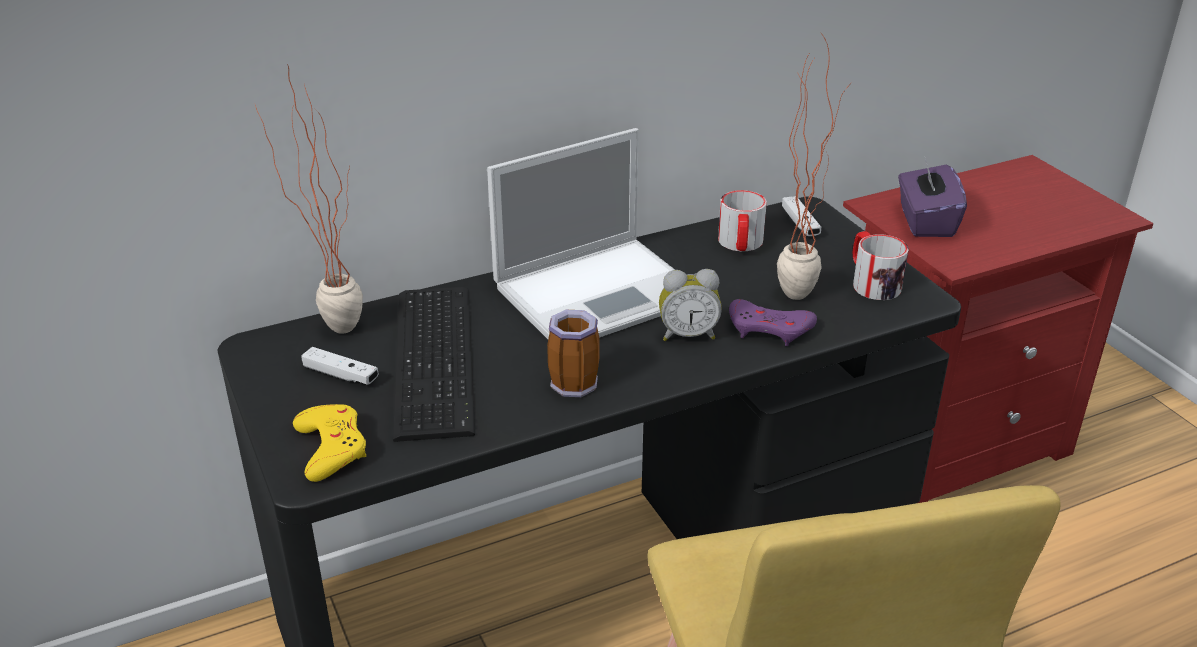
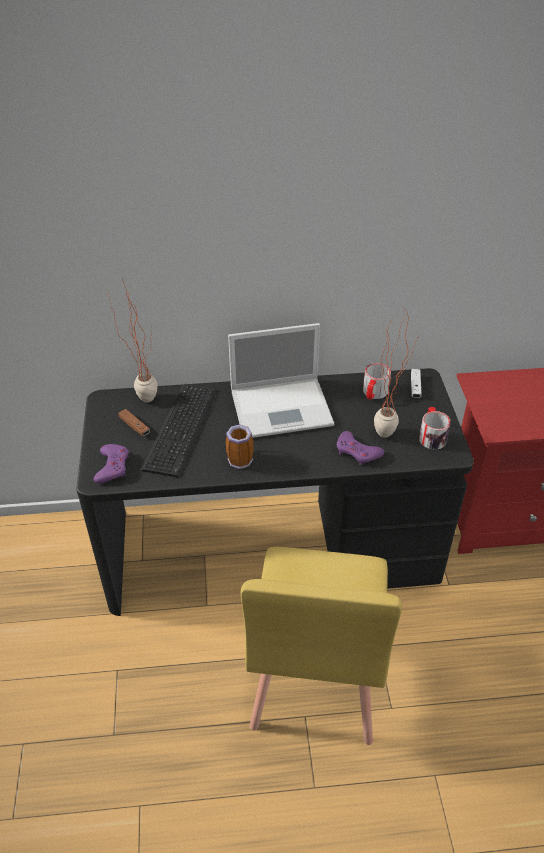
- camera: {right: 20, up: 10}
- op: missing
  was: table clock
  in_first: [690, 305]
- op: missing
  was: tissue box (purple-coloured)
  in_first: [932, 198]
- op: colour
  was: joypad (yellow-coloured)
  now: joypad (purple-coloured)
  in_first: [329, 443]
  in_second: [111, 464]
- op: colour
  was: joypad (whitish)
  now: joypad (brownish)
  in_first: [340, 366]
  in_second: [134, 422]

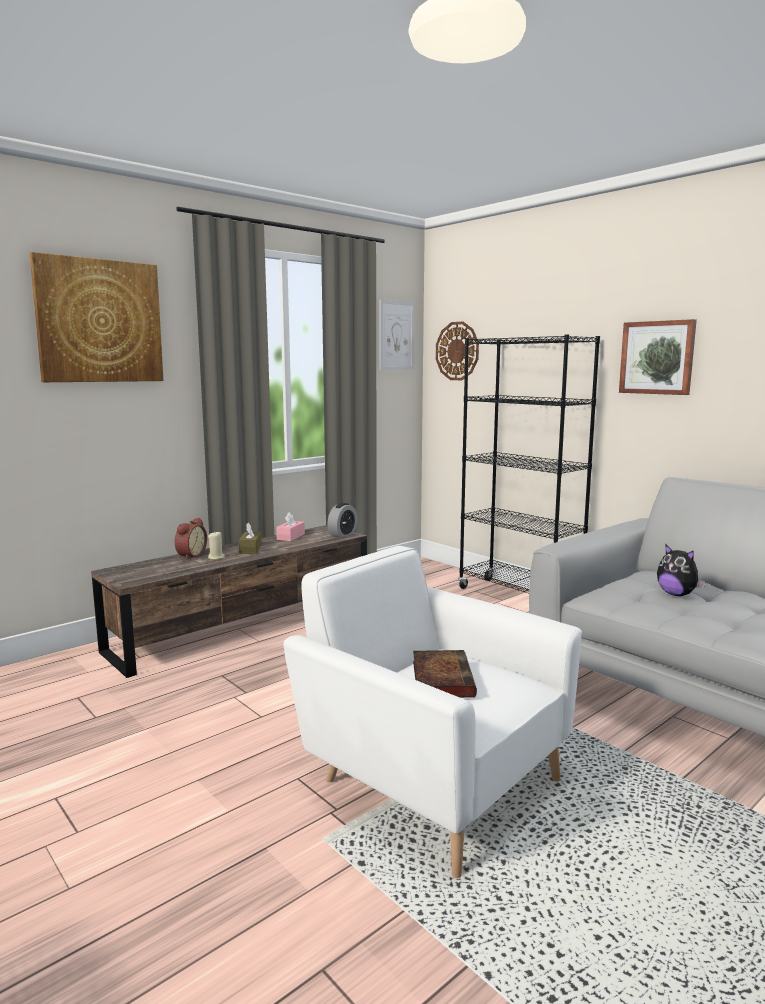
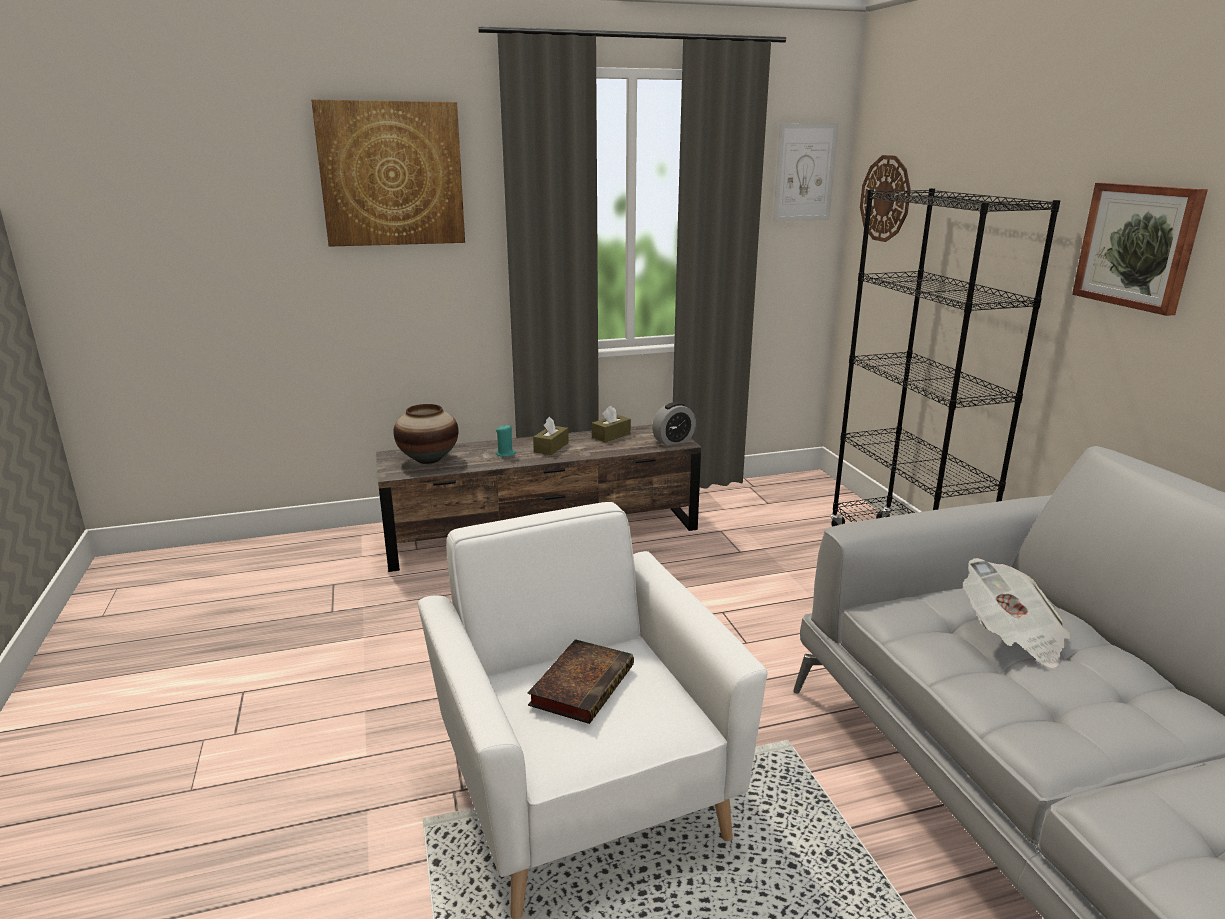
- camera: {right: 25, up: 10}
- op: missing
  was: table clock
  in_first: [190, 539]
- op: appeared
  now: flower vase
  in_second: [426, 434]
- op: exchanged
  was: soft toy
  now: daily paper
  in_first: [681, 570]
  in_second: [1017, 613]
- op: colour
  was: candle (sand-coloured)
  now: candle (turquoise-coloured)
  in_first: [216, 545]
  in_second: [506, 441]
- op: colour
  was: tissue box (pinkish)
  now: tissue box (brownish)
  in_first: [290, 526]
  in_second: [611, 424]

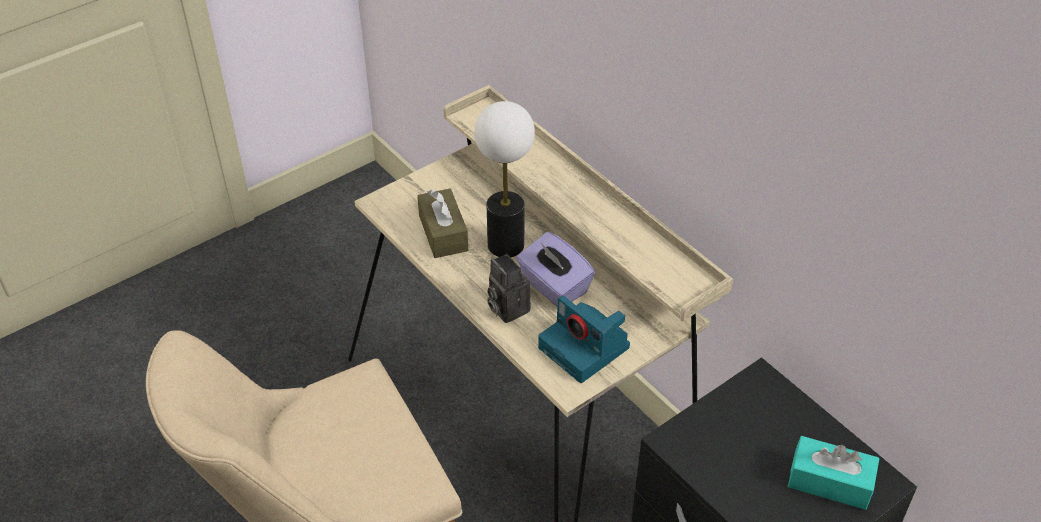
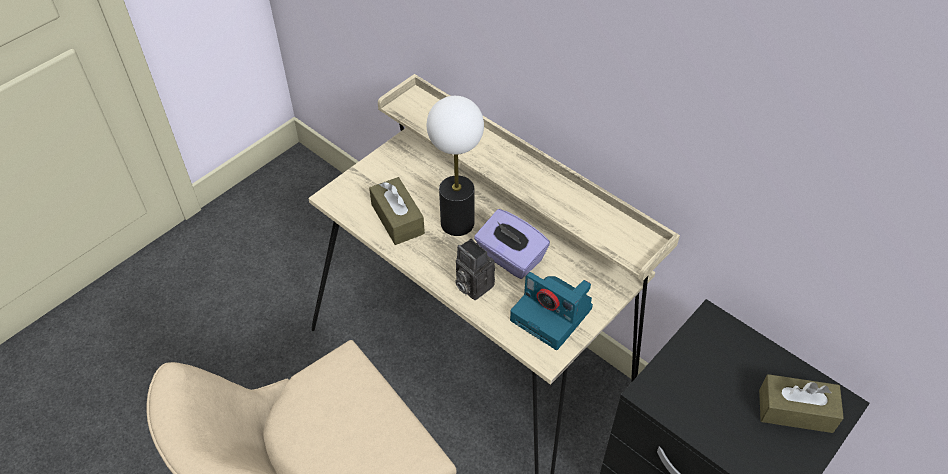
- camera: {right: -10, up: 5}
- op: colour
  was: tissue box (turquoise-coloured)
  now: tissue box (brownish)
  in_first: [834, 473]
  in_second: [801, 403]

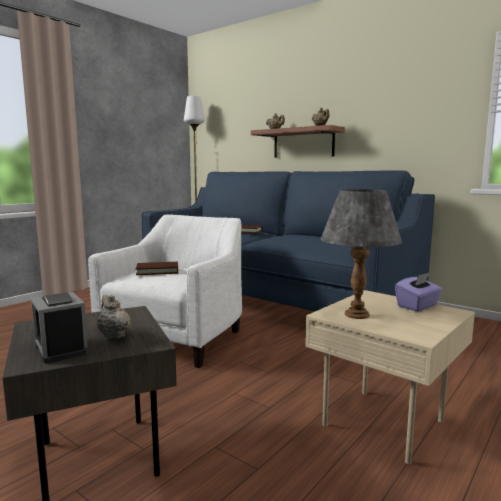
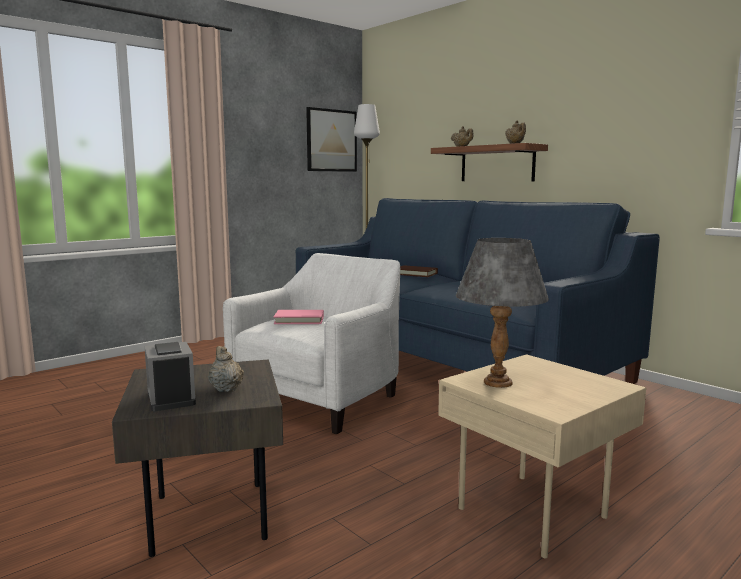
- camera: {right: 10, up: 0}
- op: missing
  was: tissue box (purple-coloured)
  in_first: [419, 292]
- op: appeared
  now: wall art
  in_second: [331, 139]
- op: colour
  was: bound book (brownish)
  now: bound book (pinkish)
  in_first: [157, 268]
  in_second: [299, 317]

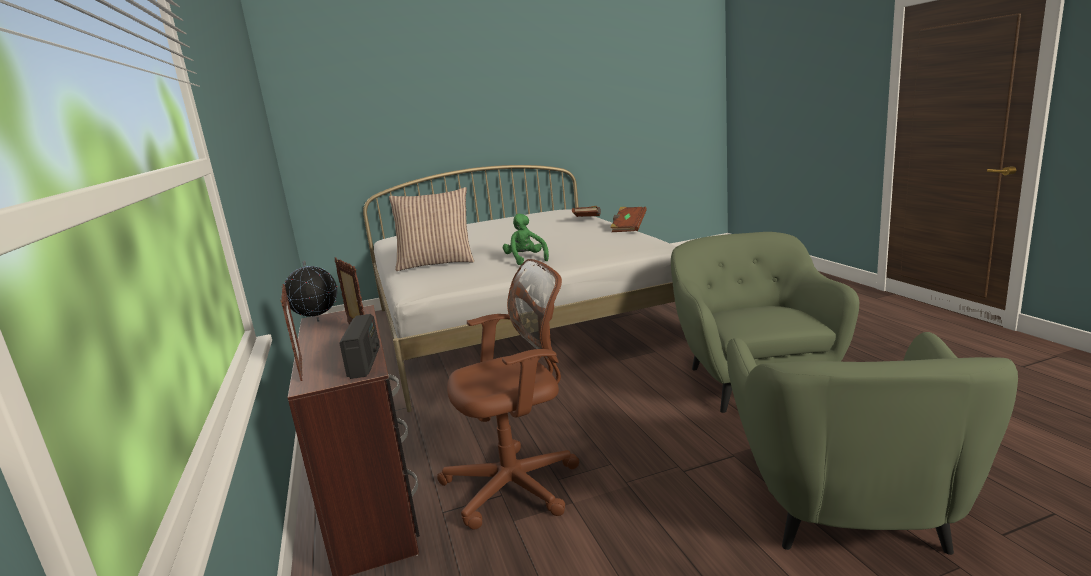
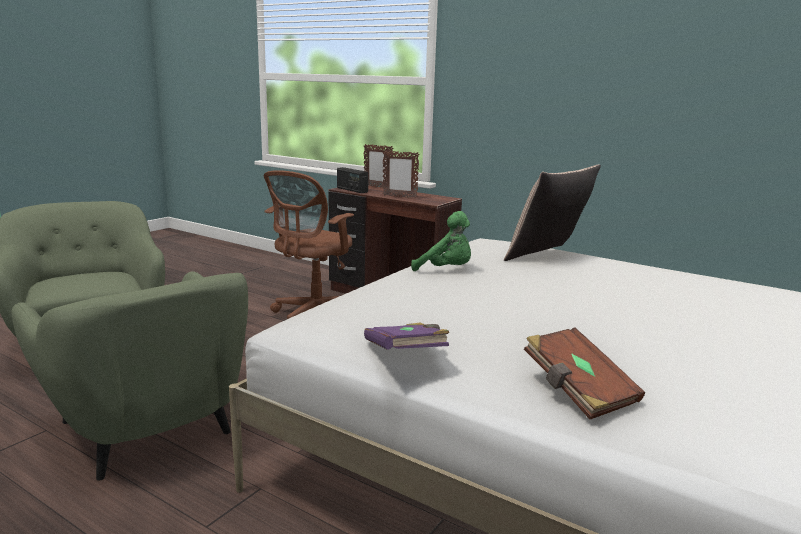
- camera: {right: 140, up: 0}
- op: missing
  was: globe
  in_first: [310, 291]
- op: colour
  was: bound book (brownish)
  now: bound book (purple-coloured)
  in_first: [629, 219]
  in_second: [407, 336]

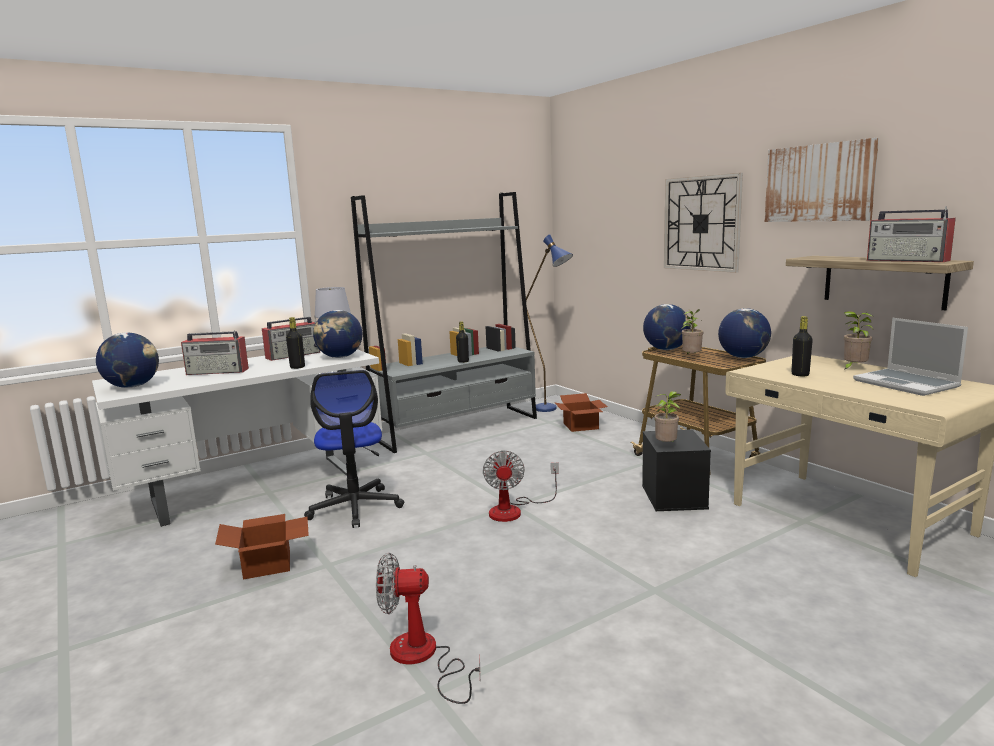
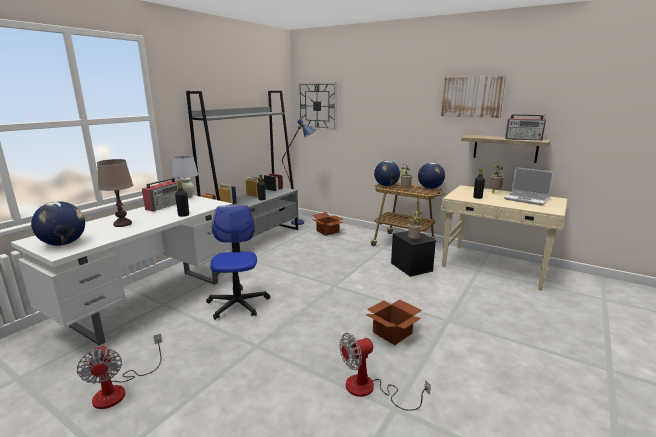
- camera: {right: -25, up: 5}
- op: missing
  was: globe
  in_first: [338, 334]
- op: relocated
  was: carton
  in_first: [262, 547]
  in_second: [393, 322]
- op: relocated
  was: electric fan
  in_first: [521, 486]
  in_second: [119, 371]
- op: relocated
  was: hanging clock
  in_first: [703, 223]
  in_second: [317, 106]
- op: exchanged
  was: radio
  now: tabletop lamp (brownish)
  in_first: [215, 352]
  in_second: [115, 193]
- op: spun
  was: desk chair
  in_first: [354, 449]
  in_second: [238, 262]
  clockwise: -150

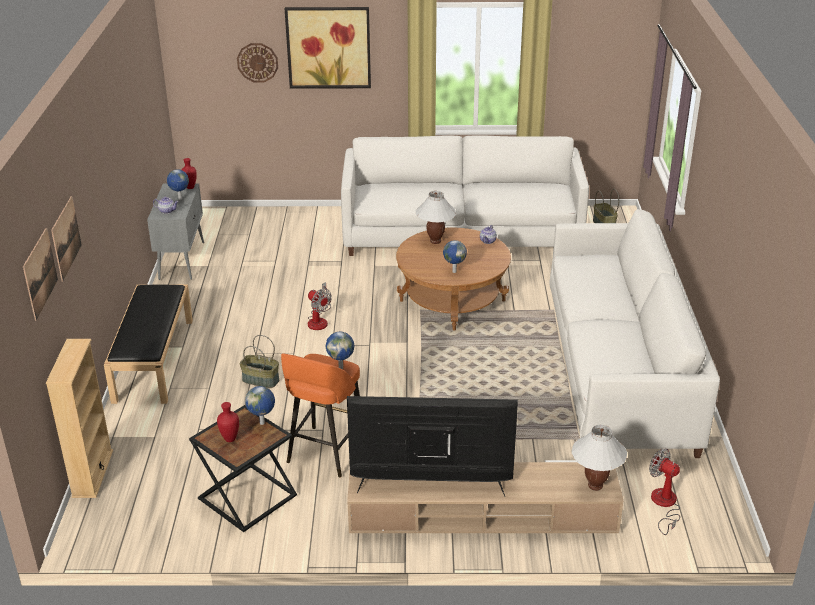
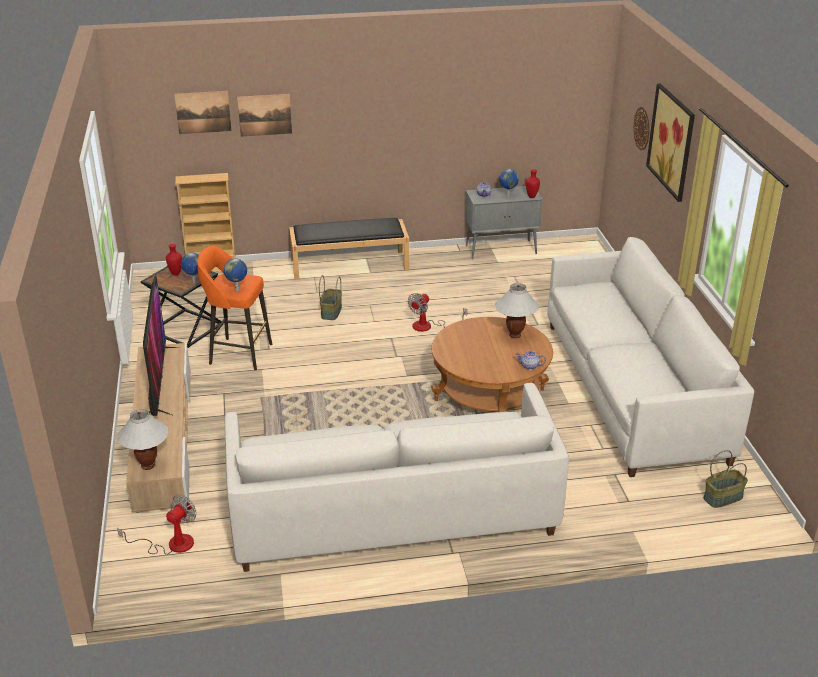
- camera: {right: 80, up: 0}
- op: missing
  was: globe
  in_first: [455, 256]

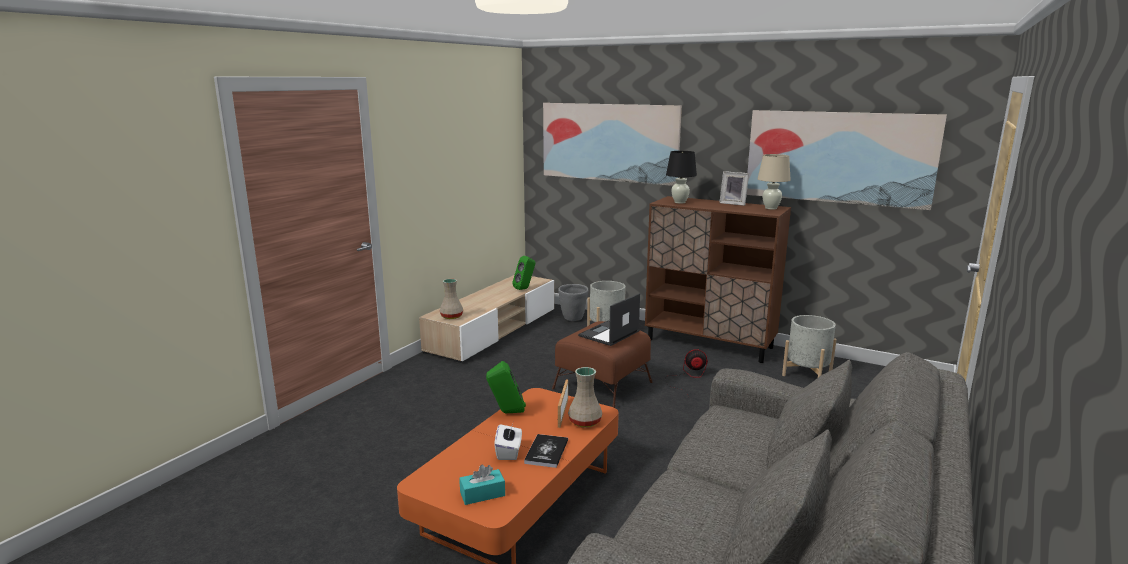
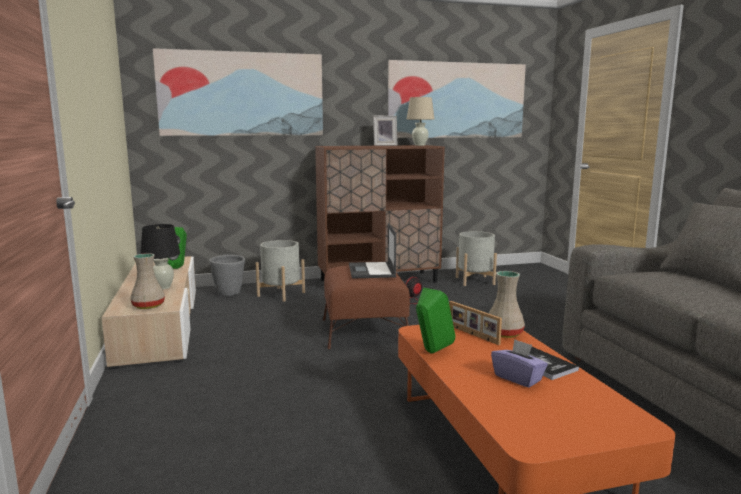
- camera: {right: -45, up: -5}
- op: missing
  was: tissue box (turquoise-coloured)
  in_first: [482, 485]
- op: relocated
  was: tabletop lamp (black-coloured)
  in_first: [681, 177]
  in_second: [160, 256]
- op: colour
  was: tissue box (whitish)
  now: tissue box (purple-coloured)
  in_first: [508, 442]
  in_second: [519, 363]

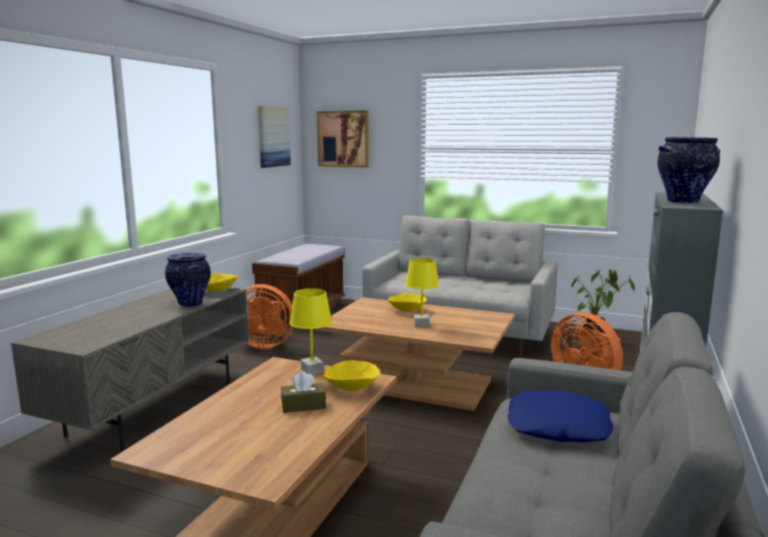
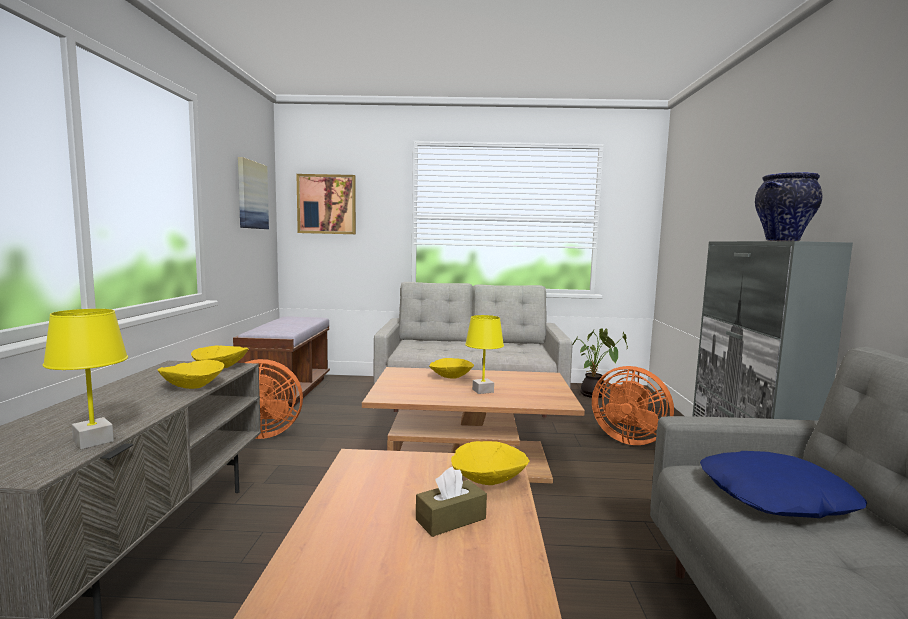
- camera: {right: -20, up: -5}
- op: relocated
  was: tabletop lamp (yellow-coloured)
  in_first: [310, 331]
  in_second: [85, 379]
- op: exchanged
  was: flower vase
  now: bowl (yellow-coloured)
  in_first: [188, 280]
  in_second: [191, 374]

